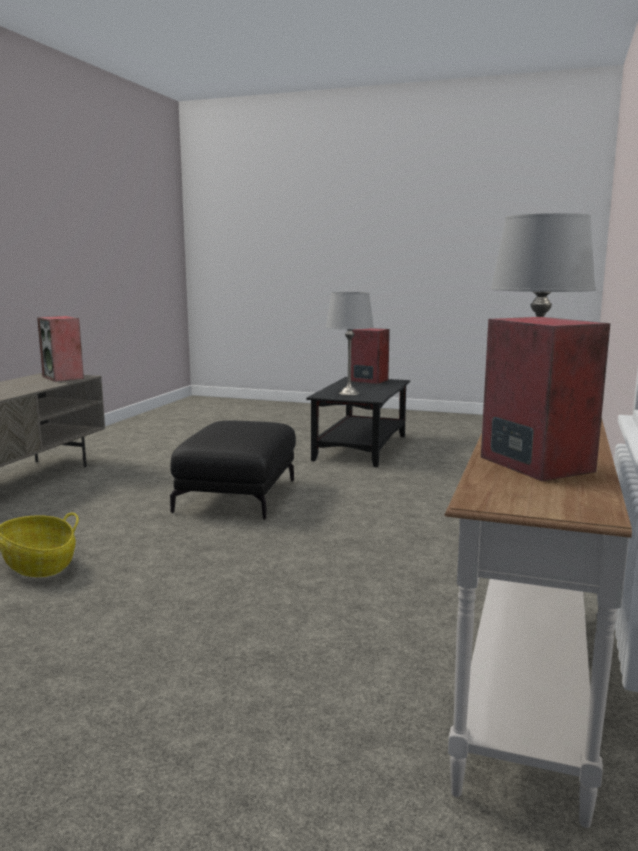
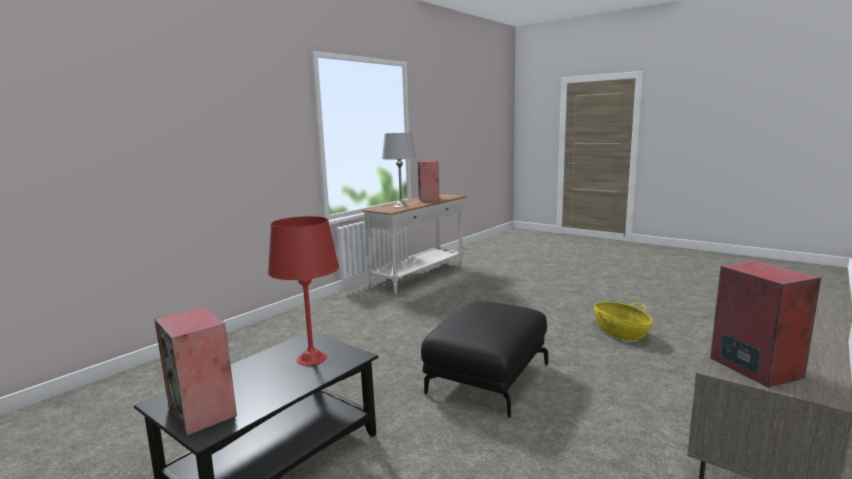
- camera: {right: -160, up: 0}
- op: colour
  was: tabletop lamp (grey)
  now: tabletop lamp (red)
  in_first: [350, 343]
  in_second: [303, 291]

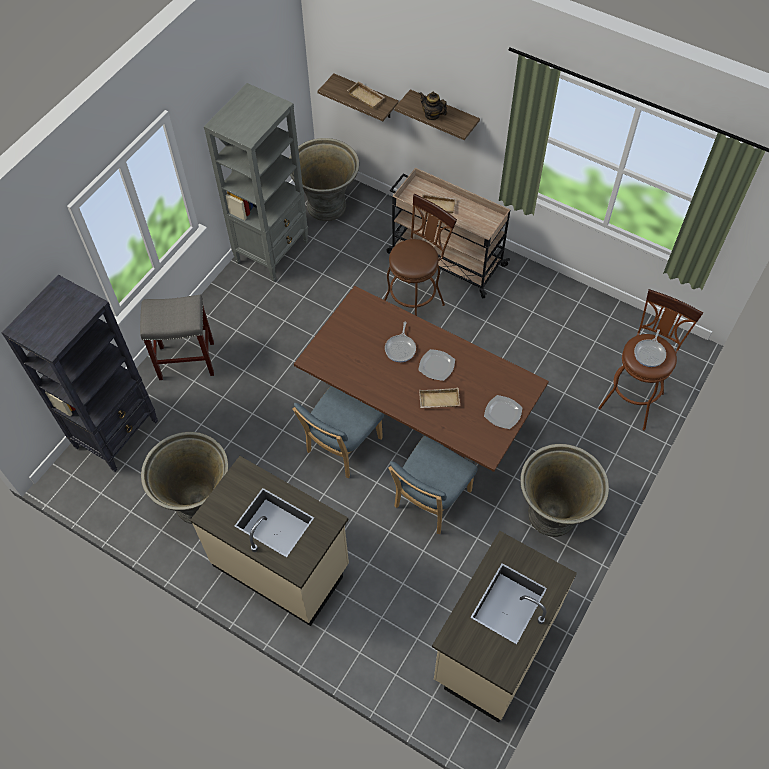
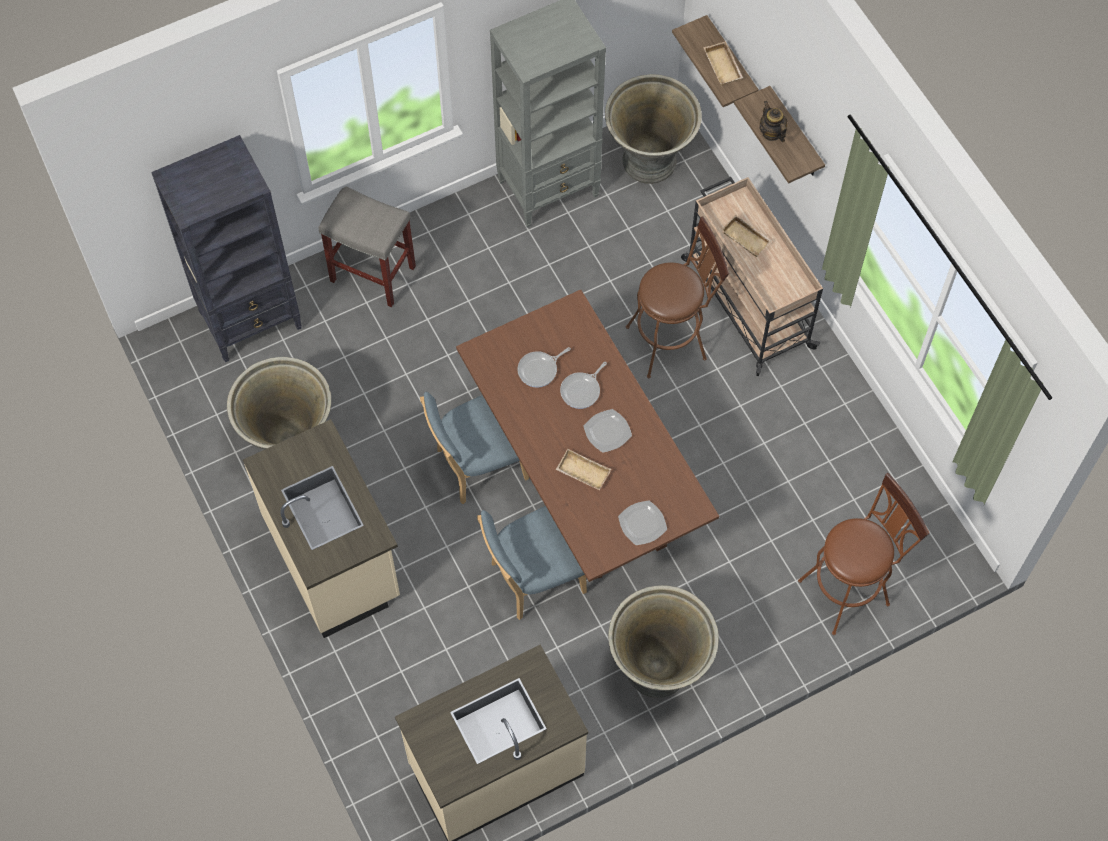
- camera: {right: 30, up: 5}
- op: relocated
  was: pan
  in_first: [650, 348]
  in_second: [544, 367]

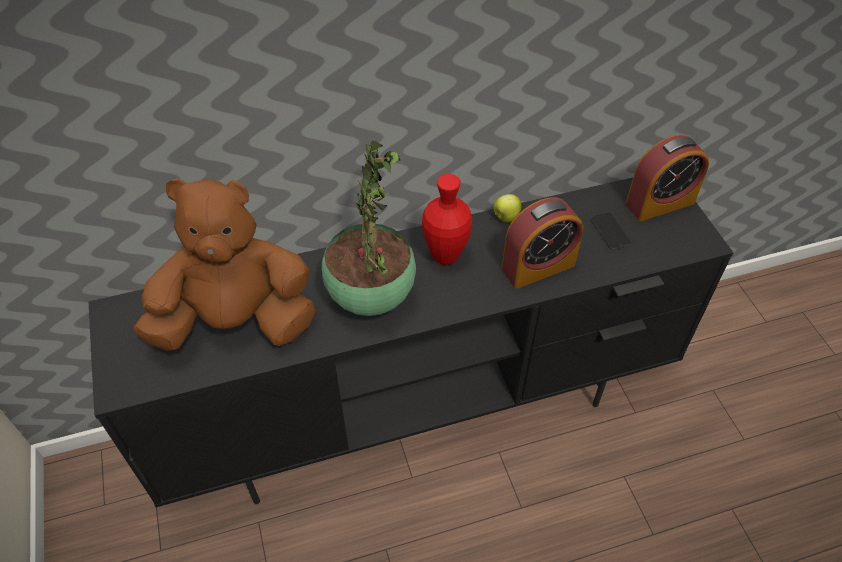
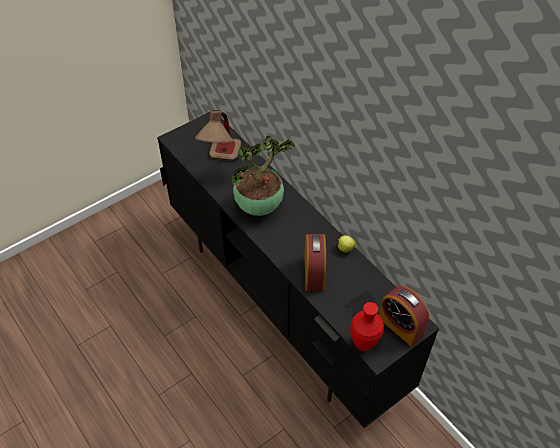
- camera: {right: 70, up: 0}
- op: relocated
  was: flower vase (red)
  in_first: [447, 219]
  in_second: [367, 327]
- op: exchanged
  was: soft toy (brownish)
  now: tabletop lamp
  in_first: [225, 264]
  in_second: [218, 135]
- op: spun
  was: table clock
  in_first: [542, 243]
  in_second: [315, 262]
  clockwise: -135

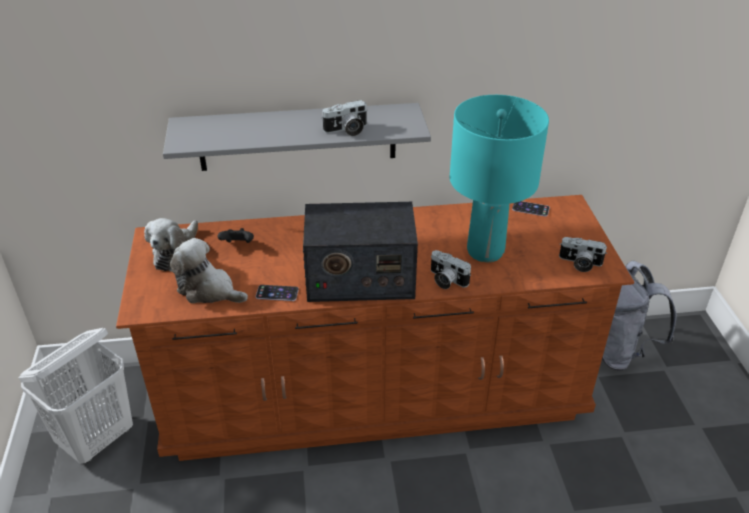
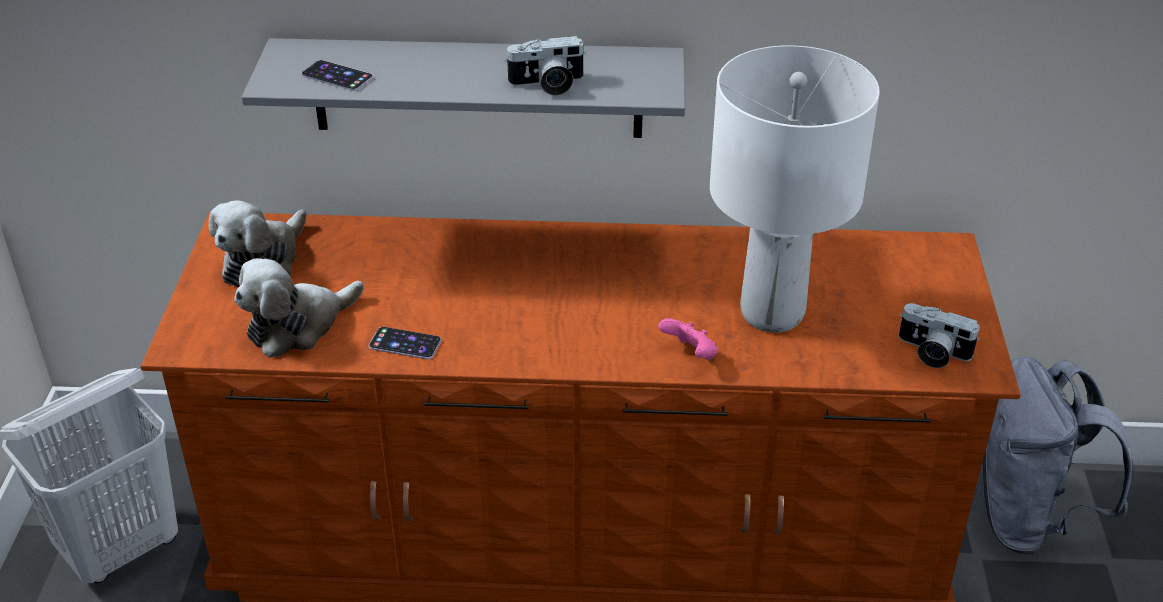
- camera: {right: 10, up: 0}
- op: missing
  was: joypad (black-coloured)
  in_first: [235, 235]
- op: missing
  was: radio
  in_first: [360, 252]
- op: relocated
  was: handset
  in_first: [531, 209]
  in_second: [337, 75]
- op: exchanged
  was: still camera
  now: joypad (pinkish)
  in_first: [451, 269]
  in_second: [688, 339]
- op: colour
  was: tabletop lamp (turquoise-coloured)
  now: tabletop lamp (whitish)
  in_first: [499, 178]
  in_second: [795, 189]
- op: spun
  was: soft toy
  in_first: [209, 270]
  in_second: [299, 308]
  clockwise: -75

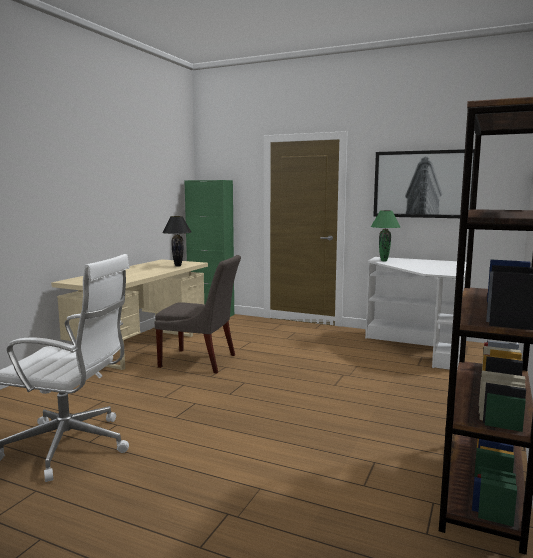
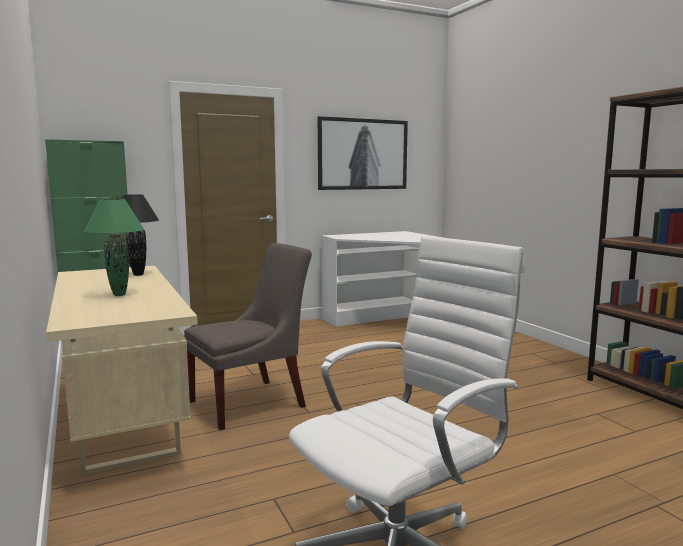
- camera: {right: -50, up: 0}
- op: relocated
  was: tabletop lamp (green-coloured)
  in_first: [385, 235]
  in_second: [114, 247]

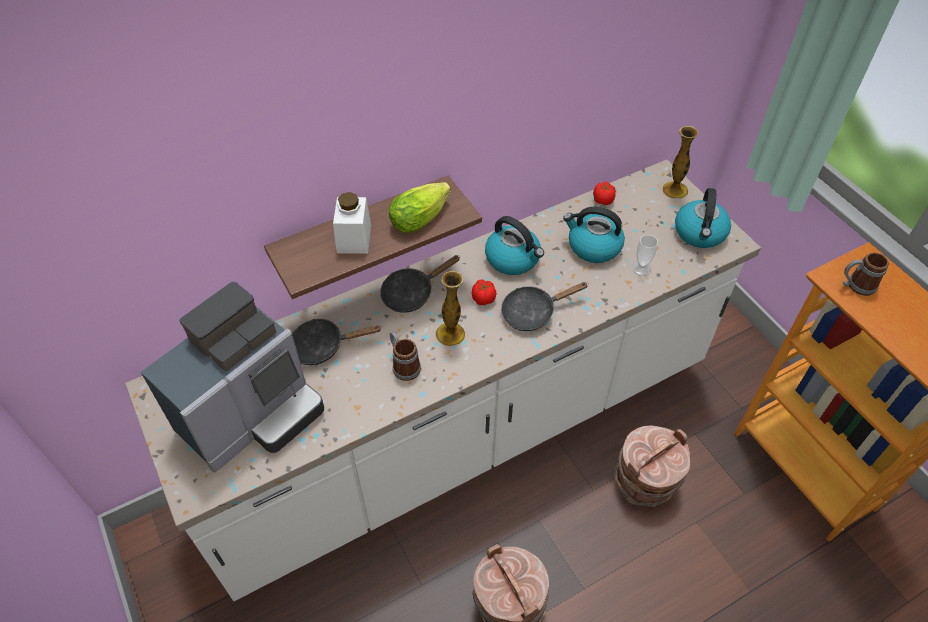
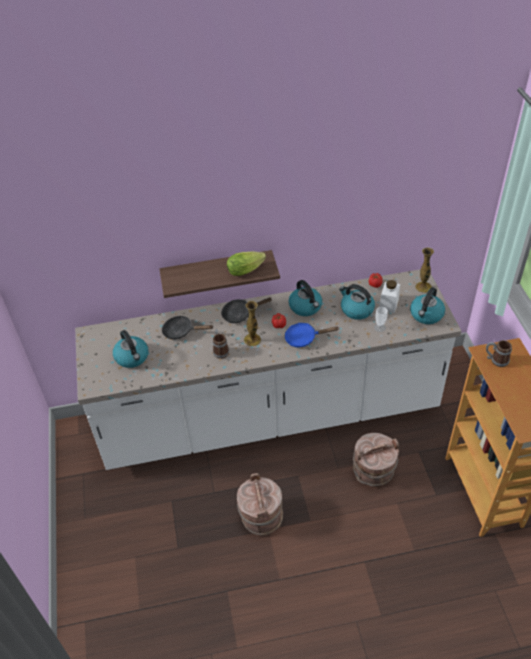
- camera: {right: 20, up: -5}
- op: relocated
  was: storage jar (whitish)
  in_first: [352, 223]
  in_second: [389, 296]
- op: exchanged
  was: coffee machine
  now: kettle
  in_first: [232, 377]
  in_second: [130, 349]
- op: colour
  was: pan (black-coloured)
  now: pan (blue-coloured)
  in_first: [544, 306]
  in_second: [311, 334]

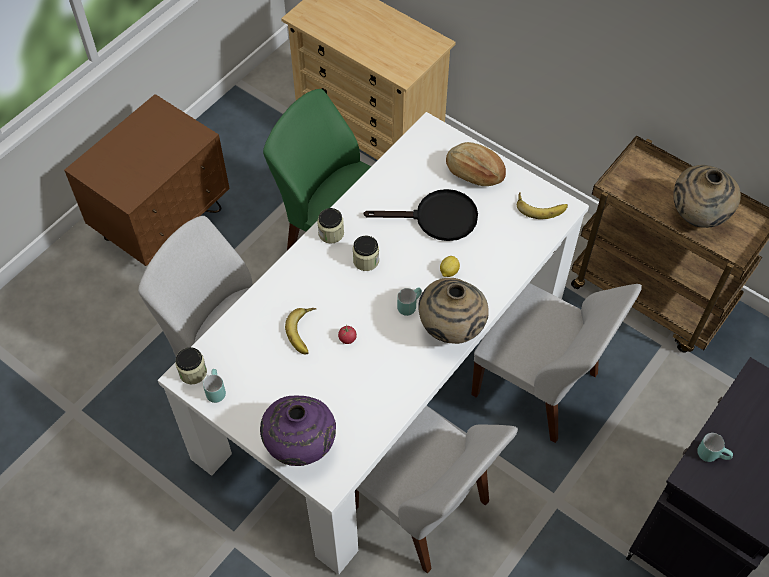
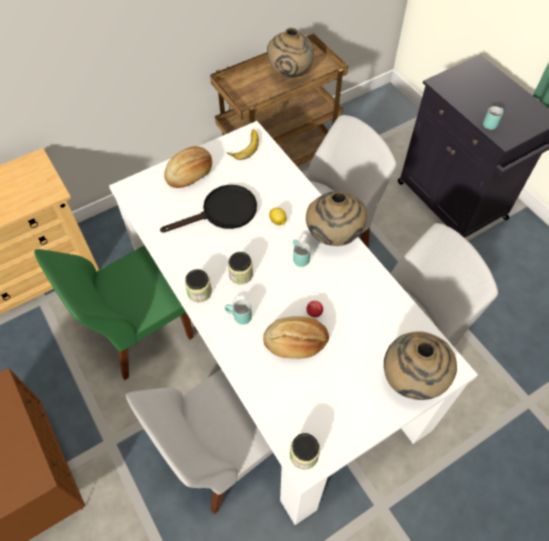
- camera: {right: -70, up: 0}
- op: relocated
  was: mug (turquoise-coloured)
  in_first: [214, 386]
  in_second: [238, 312]
- op: exchanged
  was: banana
  now: baked bread
  in_first: [301, 331]
  in_second: [296, 337]
- op: colour
  was: flower vase (purple-coloured)
  now: flower vase (sand-coloured)
  in_first: [298, 431]
  in_second: [420, 365]
- op: spun
  was: pan (black-coloured)
  in_first: [421, 215]
  in_second: [208, 209]
  clockwise: 45

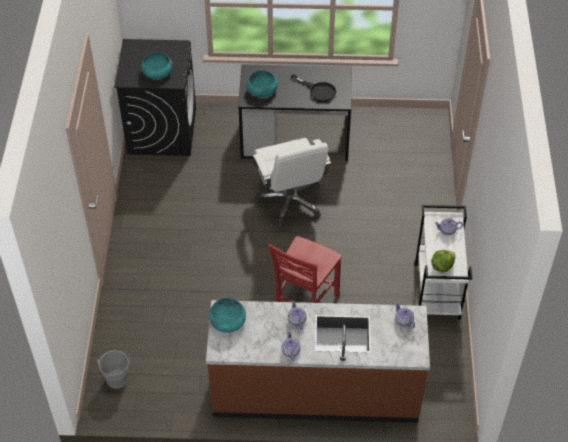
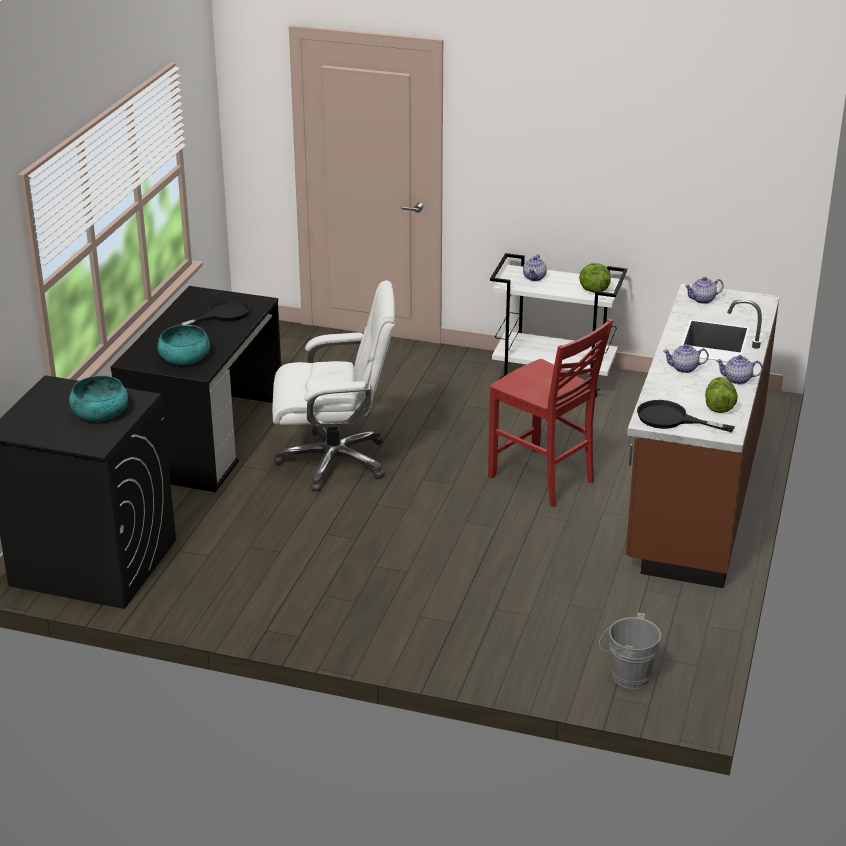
- camera: {right: -75, up: -20}
- op: appeared
  now: head of lettuce
  in_second: [721, 395]
- op: exchanged
  was: bowl (turquoise-coloured)
  now: pan (black-coloured)
  in_first: [227, 315]
  in_second: [686, 416]

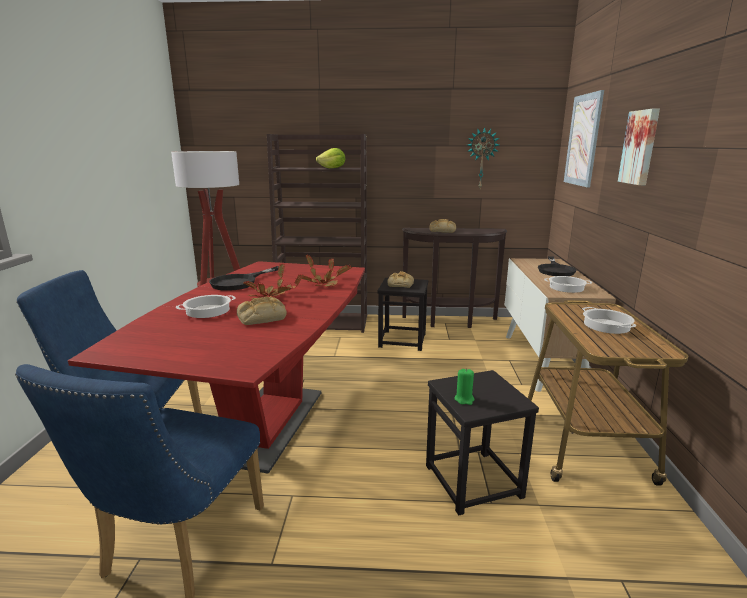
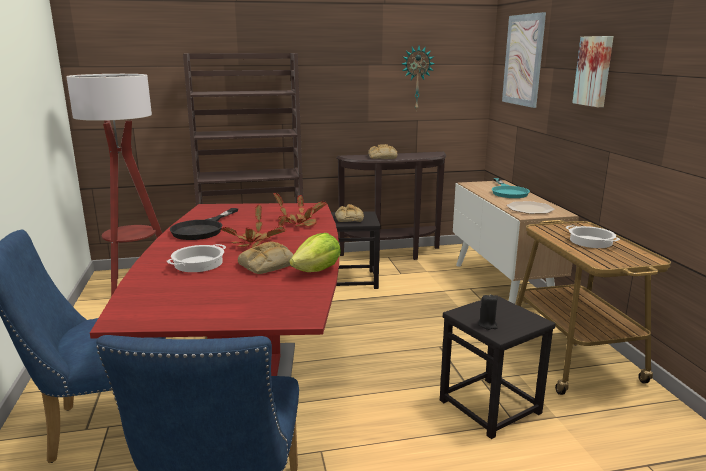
- camera: {right: -15, up: 0}
- op: relocated
  was: head of lettuce
  in_first: [330, 158]
  in_second: [315, 252]
- op: exchanged
  was: saucepot
  now: dinner plate
  in_first: [568, 284]
  in_second: [530, 207]
- op: colour
  was: candle (green-coloured)
  now: candle (black-coloured)
  in_first: [464, 386]
  in_second: [488, 312]
- op: colour
  was: pan (black-coloured)
  now: pan (turquoise-coloured)
  in_first: [557, 266]
  in_second: [511, 188]

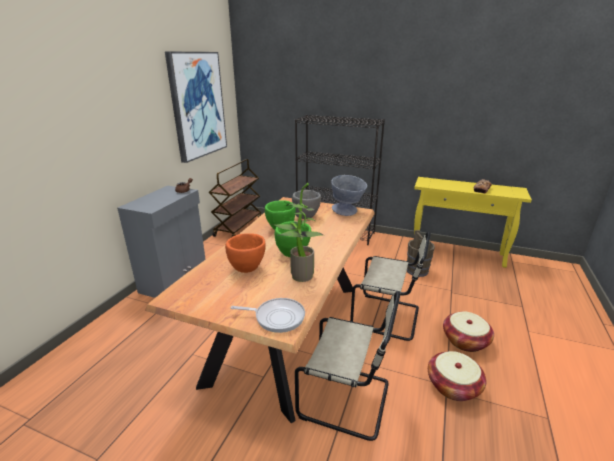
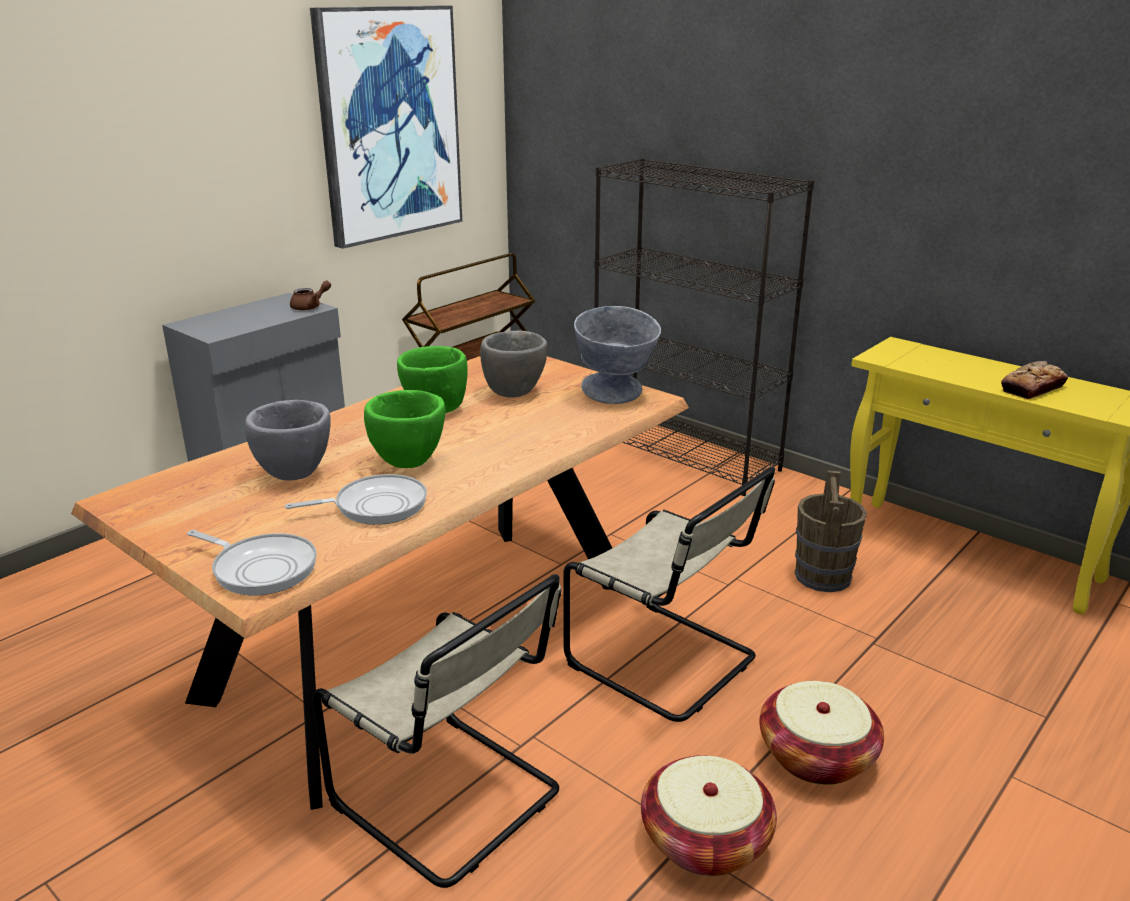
- camera: {right: 20, up: 0}
- op: exchanged
  was: potted plant
  now: pan
  in_first: [297, 232]
  in_second: [356, 499]
- op: colour
  was: bowl (orange-coloured)
  now: bowl (grey)
  in_first: [245, 253]
  in_second: [288, 440]

